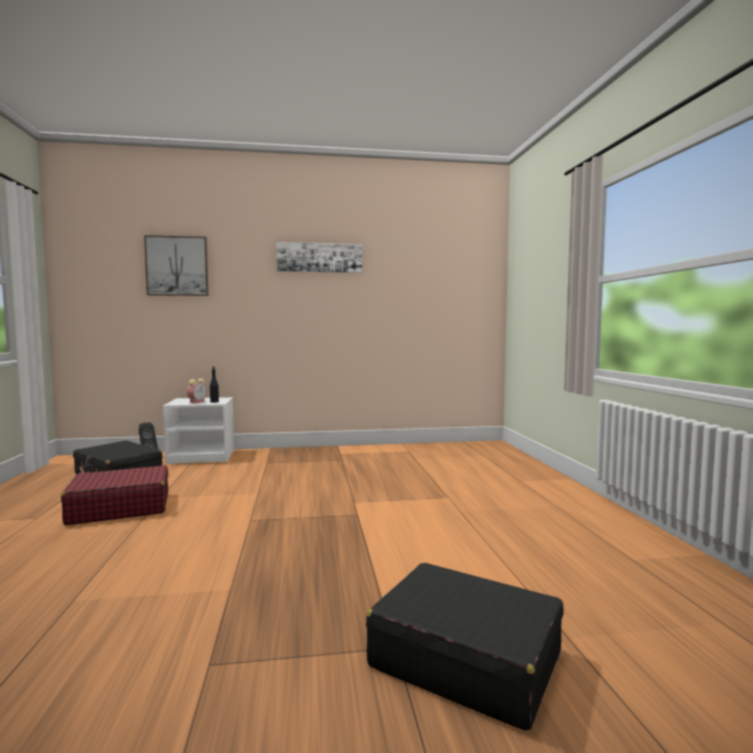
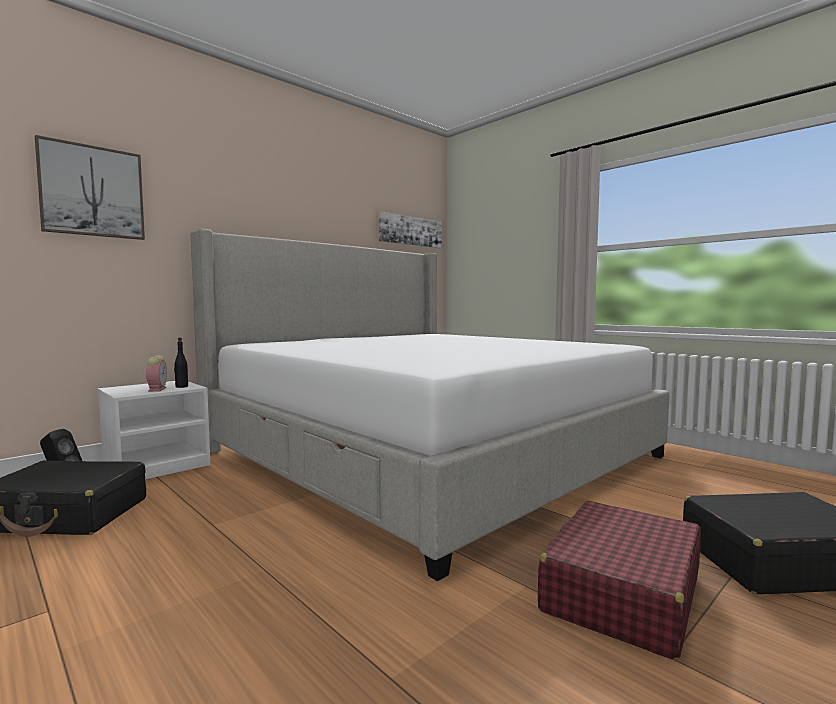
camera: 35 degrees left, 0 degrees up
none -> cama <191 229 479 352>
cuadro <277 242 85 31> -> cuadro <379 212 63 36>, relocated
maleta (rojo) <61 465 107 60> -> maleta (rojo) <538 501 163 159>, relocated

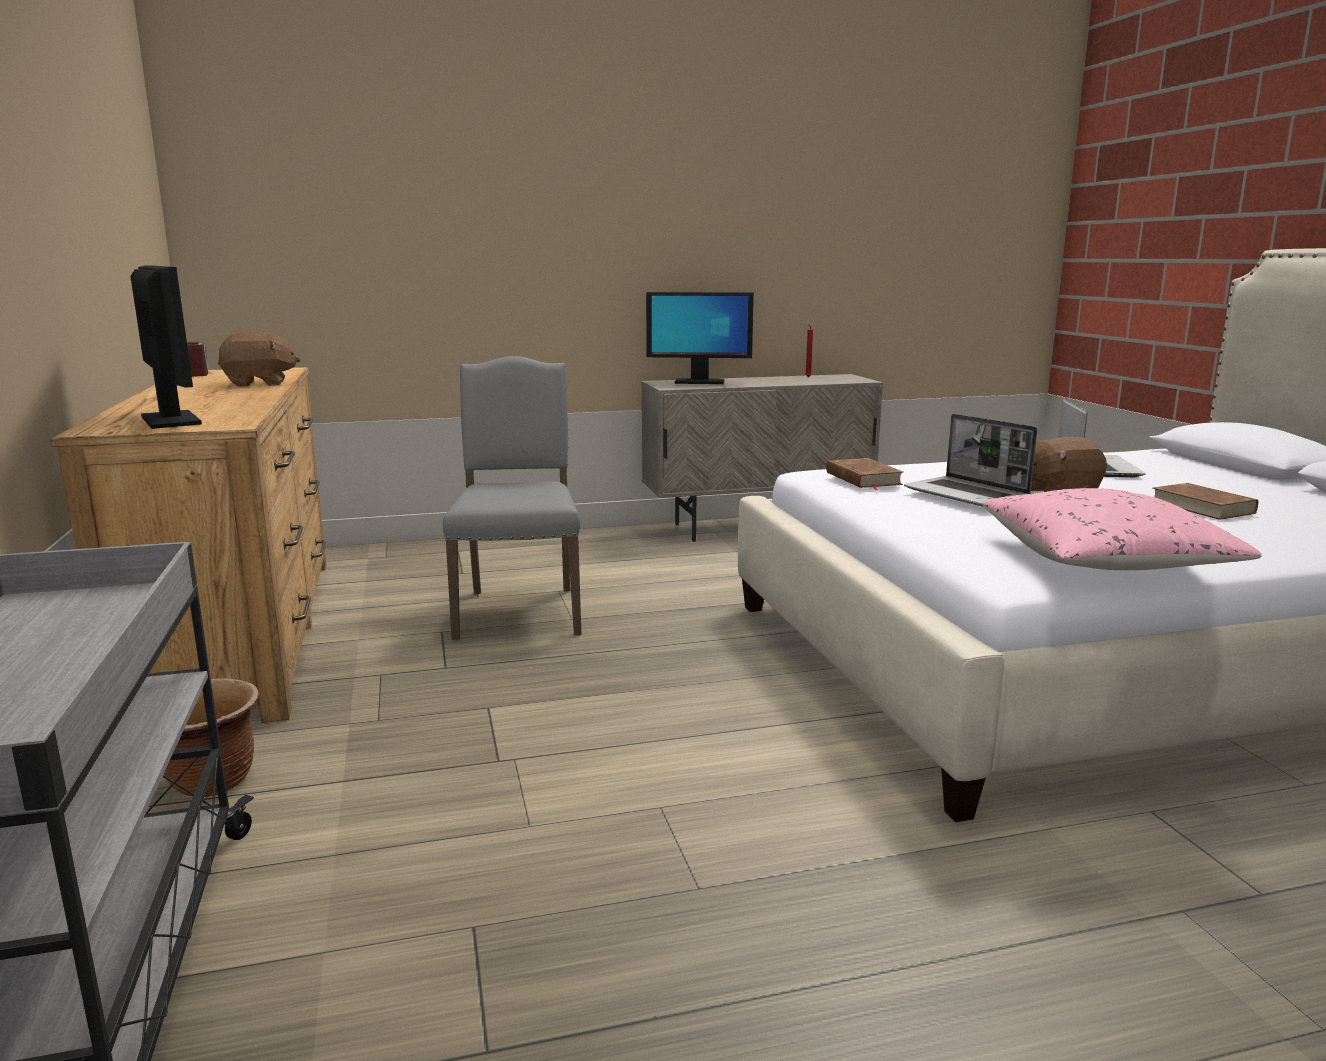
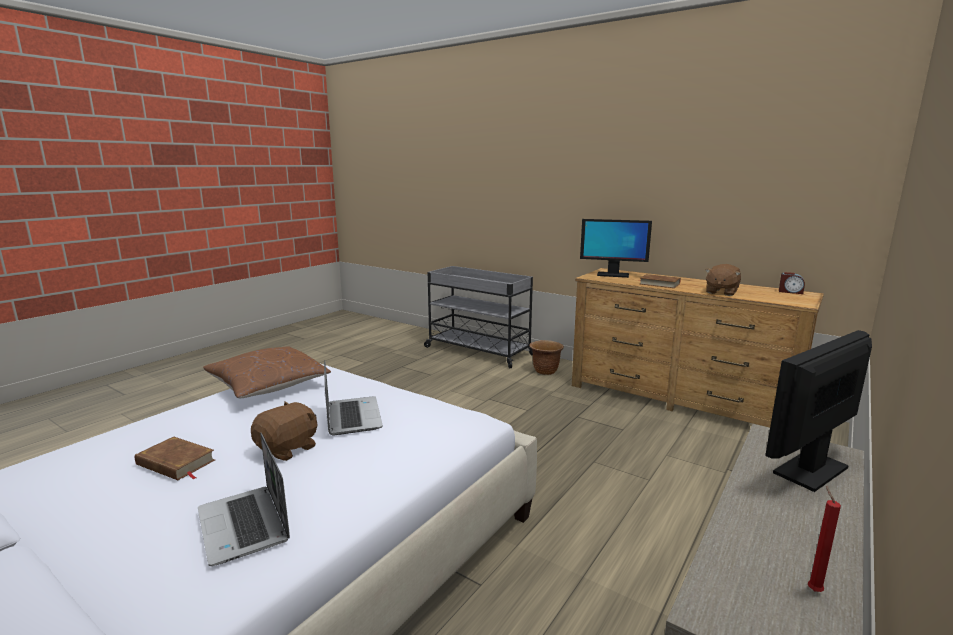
camera: 140 degrees right, 0 degrees up
cojín (rosa) <981 488 281 82> -> cojín (marrón) <203 346 128 52>
portátil <904 414 133 93> -> portátil <324 361 59 74>, 60 degrees clockwise
libro (marrón) <826 458 77 32> -> libro (marrón) <638 274 43 14>, relocated
silla (gris) <443 356 138 284> -> none

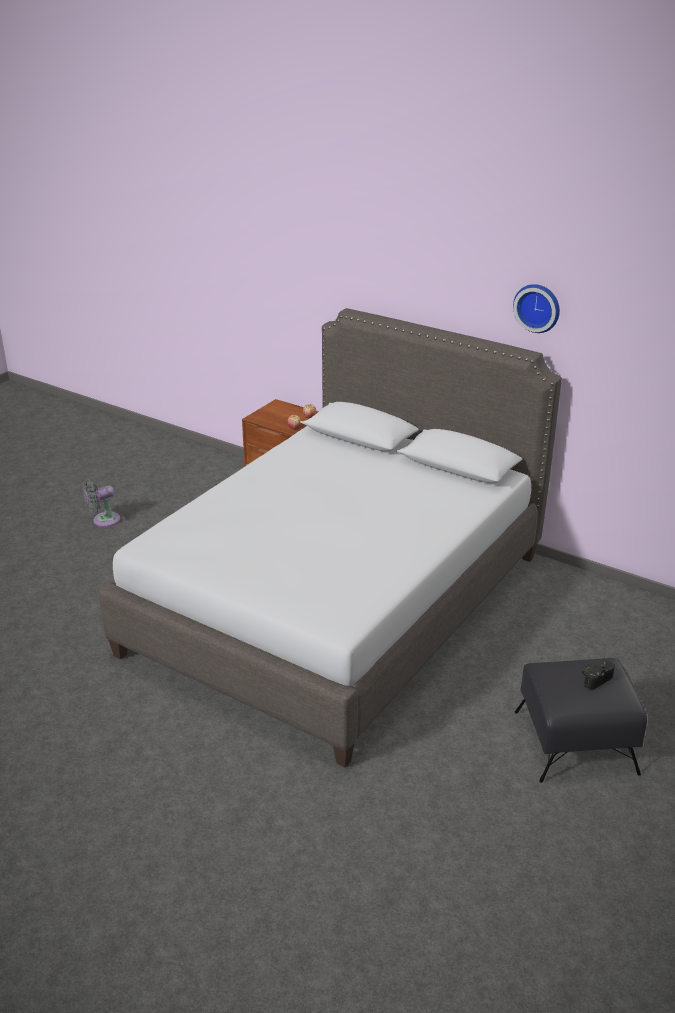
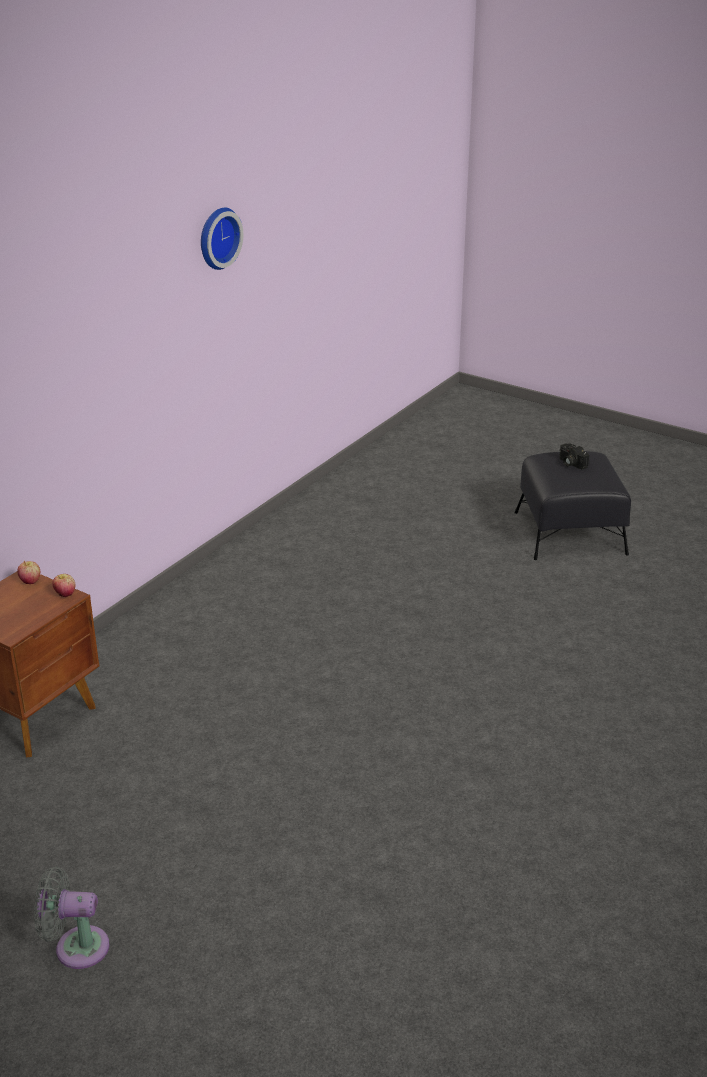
camera: 90 degrees left, 0 degrees up
ventilador (gris) <82 478 38 49> -> ventilador (gris) <34 867 75 102>, 120 degrees clockwise
cama (gris) <100 308 462 460> -> none

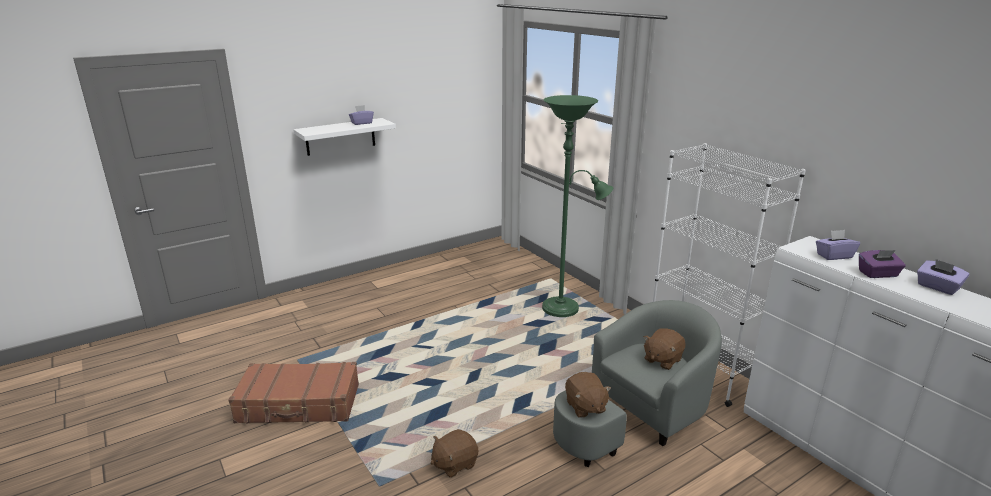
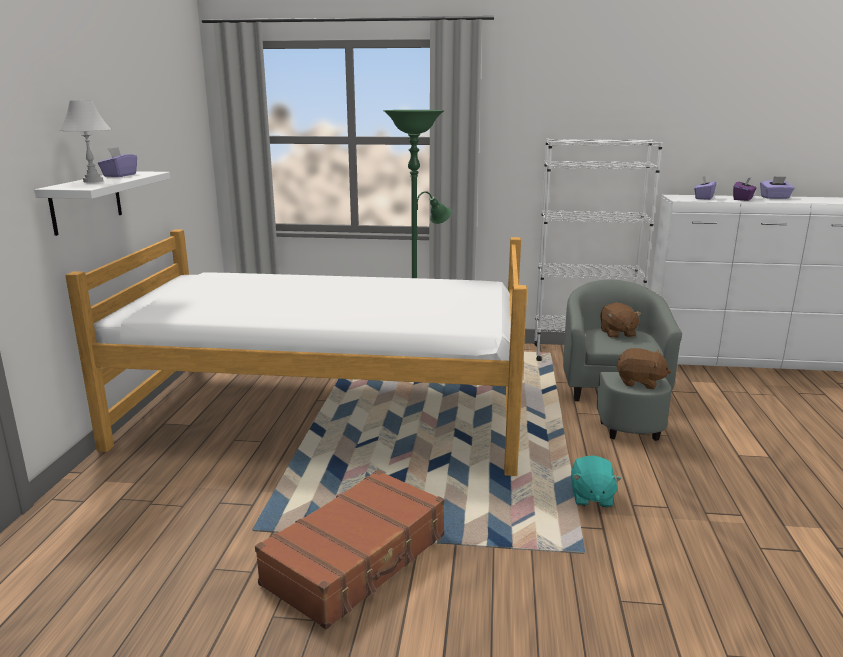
camera: 50 degrees left, 5 degrees down
none -> lámpara de mesa (blanco) <59 99 52 84>
none -> cama <65 229 462 247>
peluche (marrón) <431 429 47 49> -> peluche (turquesa) <571 455 50 53>

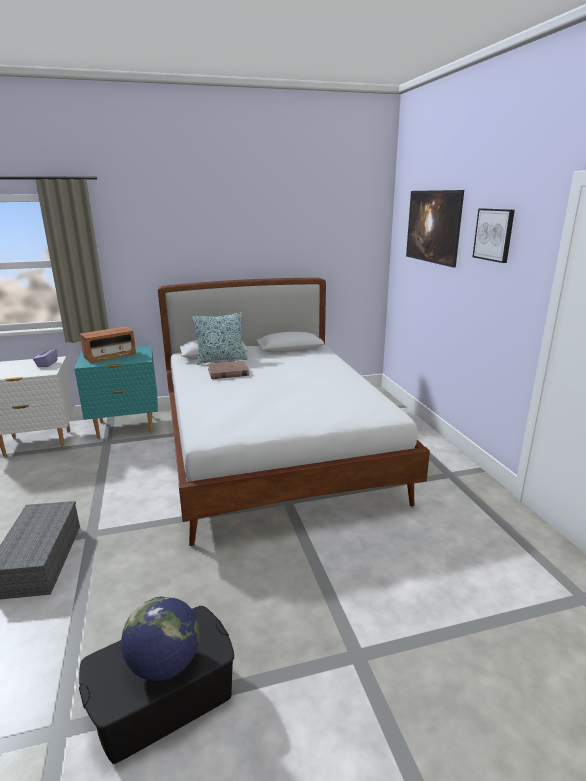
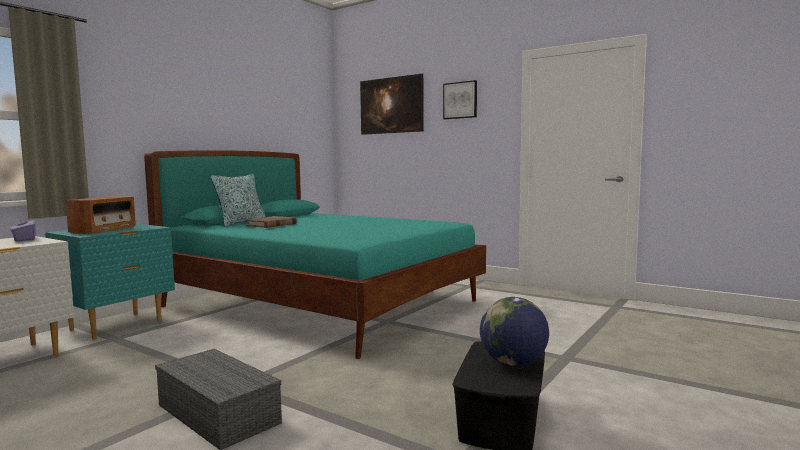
camera: 40 degrees left, 15 degrees down
cama (blanco) <158 278 272 268> -> cama (turquesa) <144 150 342 209>

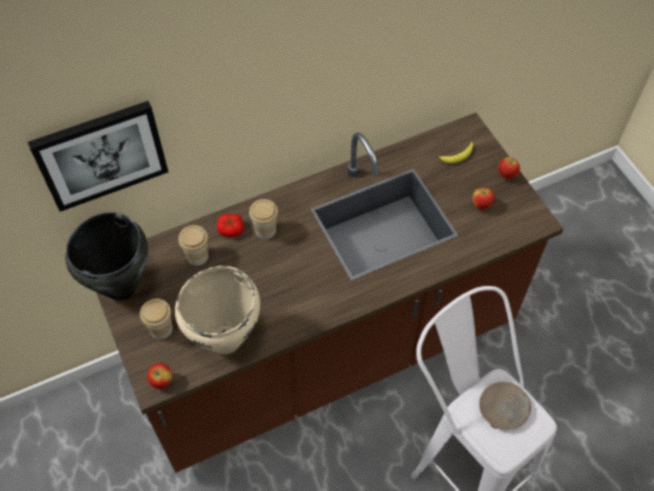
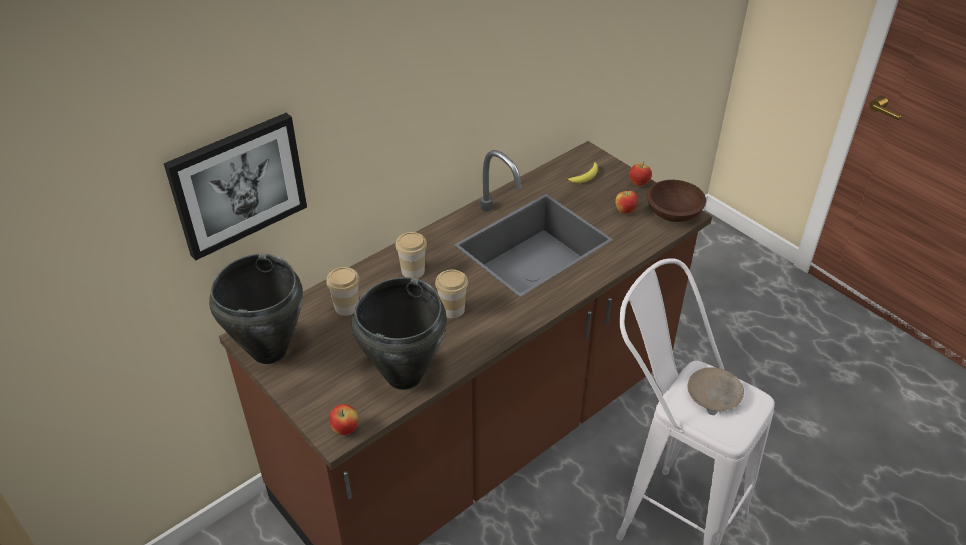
camera: 15 degrees left, 15 degrees down
olla (beis) <175 266 85 88> -> olla (negro) <352 277 95 113>
taza <140 299 33 41> -> taza <435 269 33 49>, relocated
none -> cuenco (marrón) <647 180 59 42>
tomate <217 214 27 23> -> none

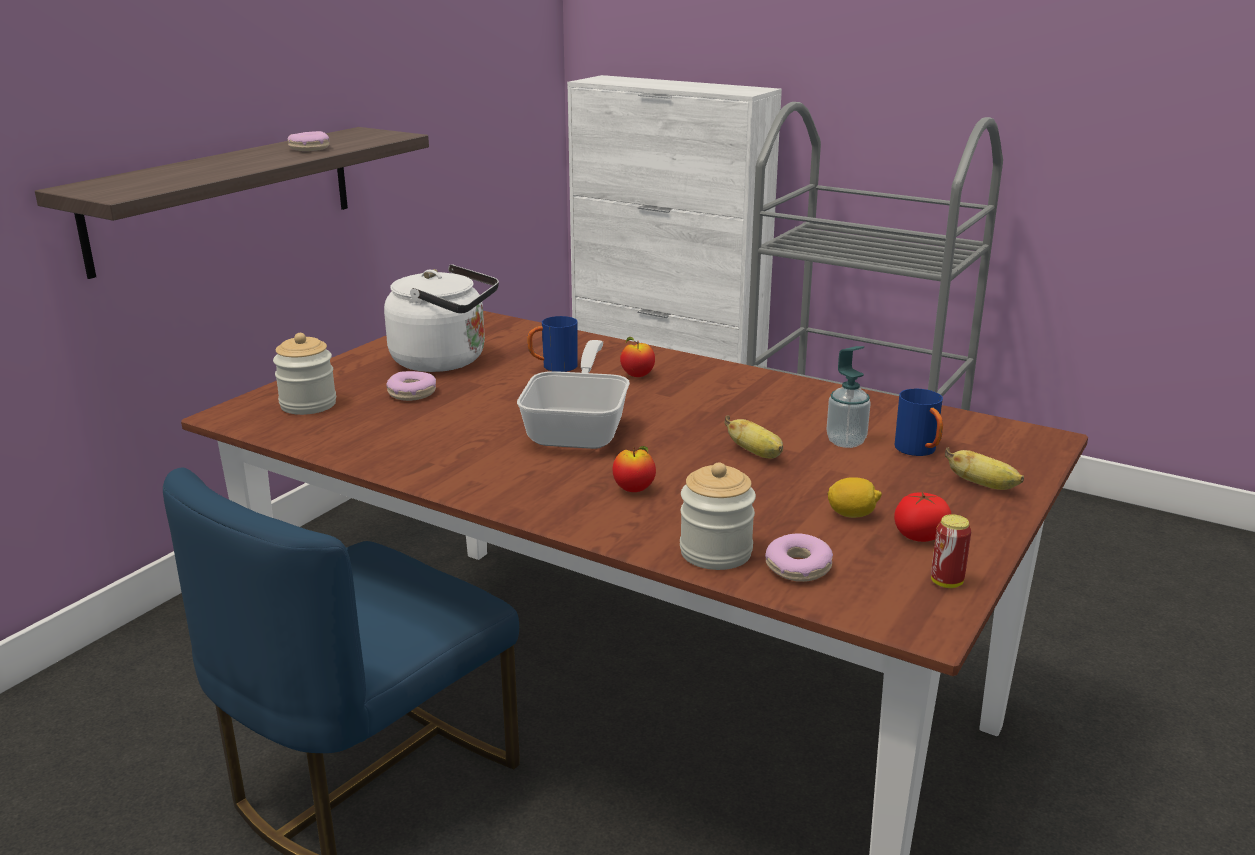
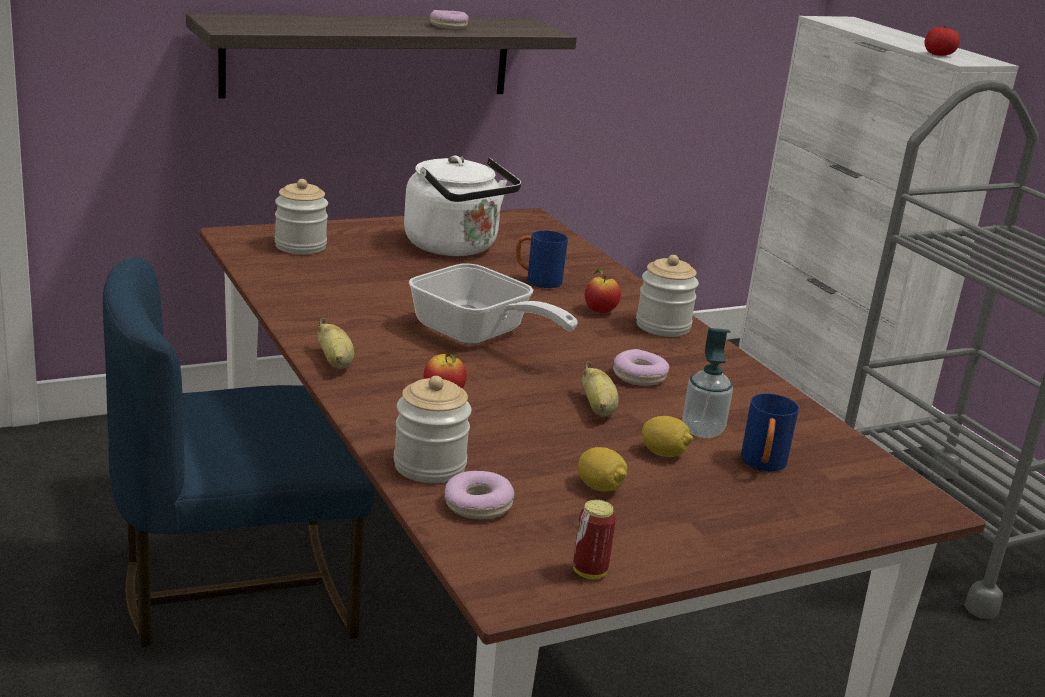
camera: 30 degrees right, 0 degrees up
plátano <945 447 79 43> -> plátano <317 318 37 51>, relocated
sartén <517 340 113 109> -> sartén <409 264 169 81>, 90 degrees clockwise
rosquilla <386 371 50 30> -> rosquilla <613 349 57 37>, relocated
none -> tarro <636 255 63 82>
none -> limón <642 416 51 41>
tomate <894 492 57 50> -> tomate <924 26 36 30>, relocated

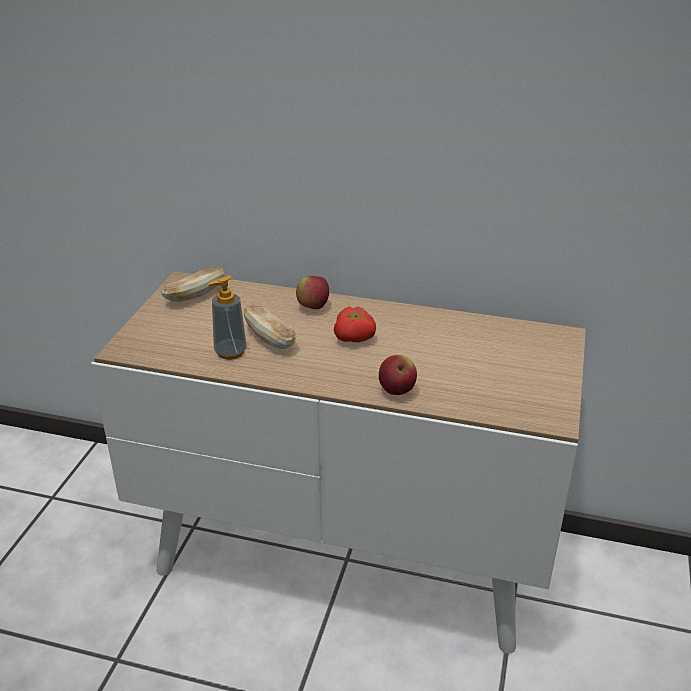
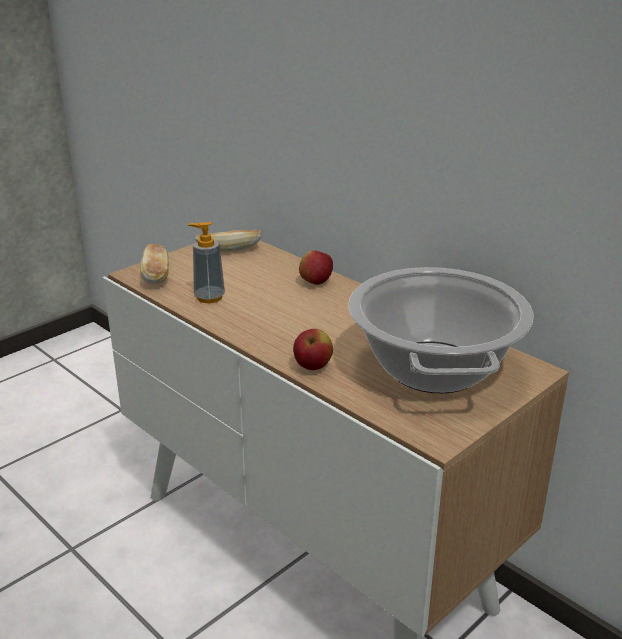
camera: 30 degrees right, 5 degrees down
pan <244 305 52 44> -> pan <140 244 29 40>, relocated
none -> olla <348 267 186 126>
tomate <334 307 42 35> -> none

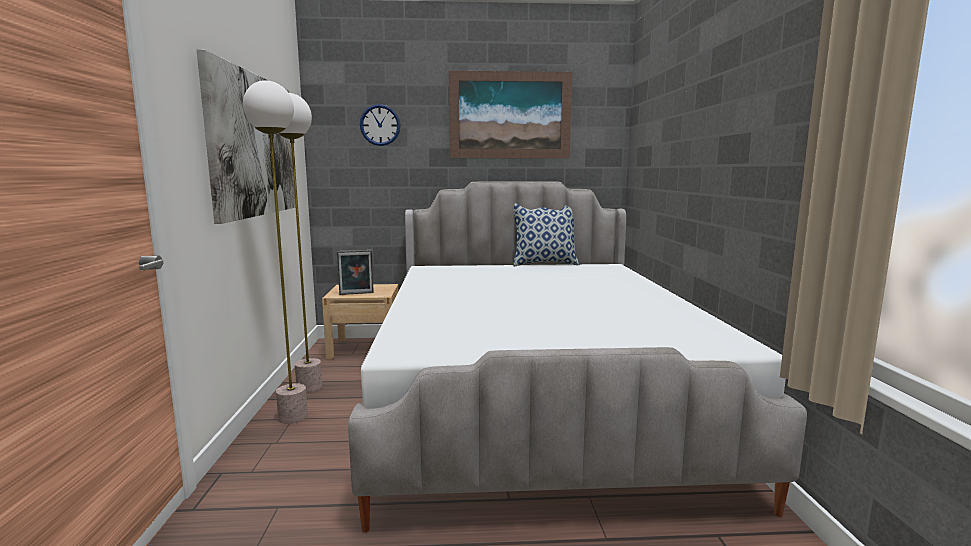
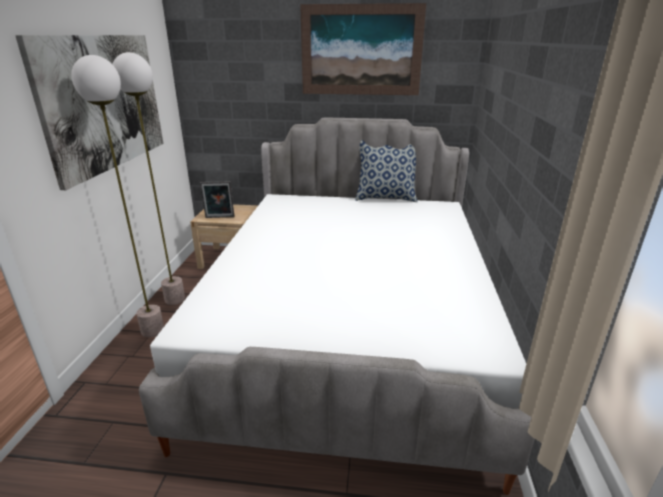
camera: 10 degrees right, 15 degrees up
reloj de pared <360 104 40 42> -> none

